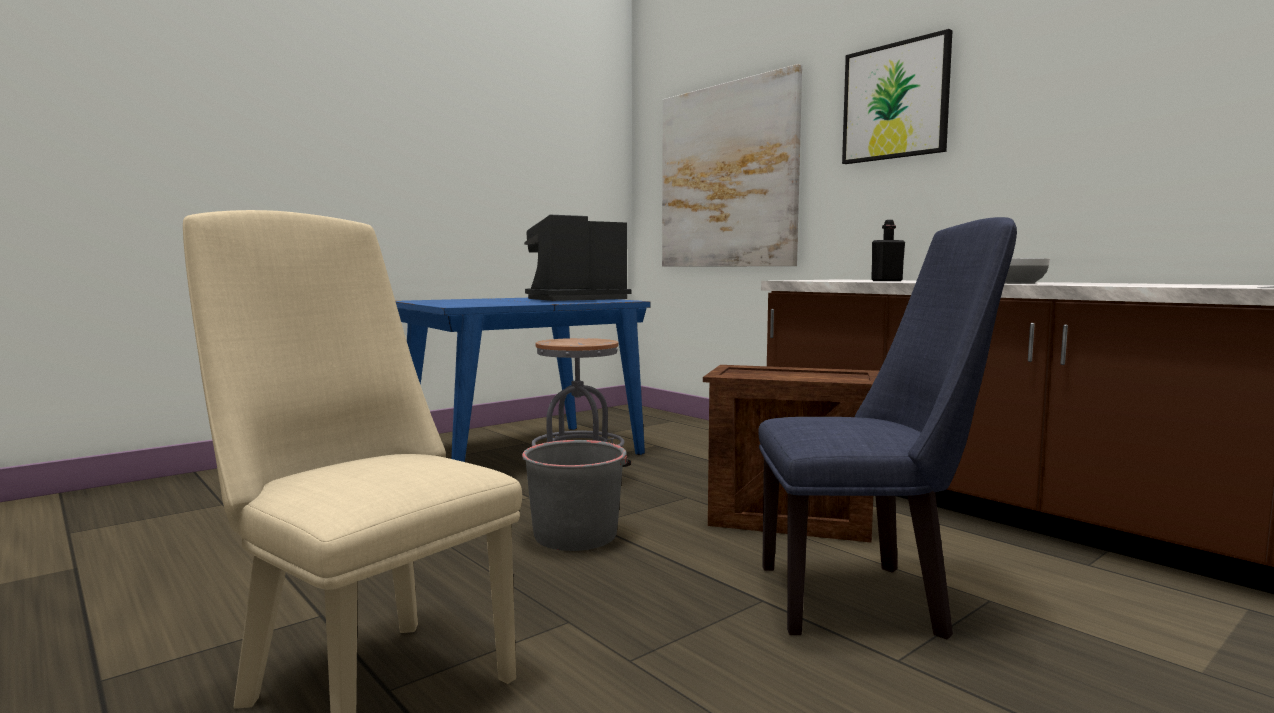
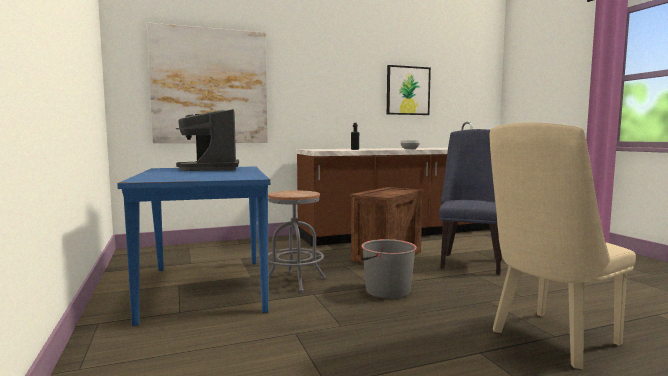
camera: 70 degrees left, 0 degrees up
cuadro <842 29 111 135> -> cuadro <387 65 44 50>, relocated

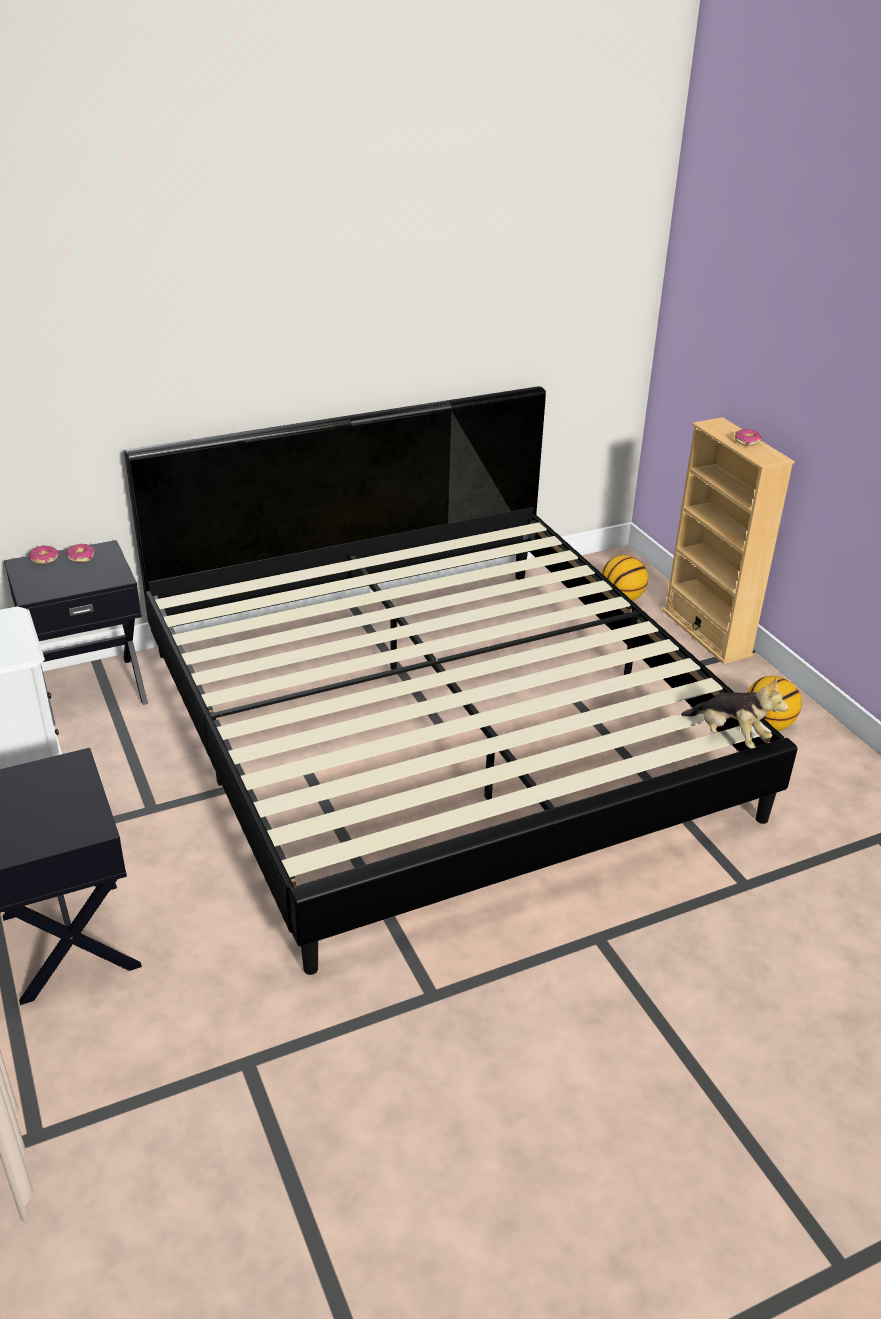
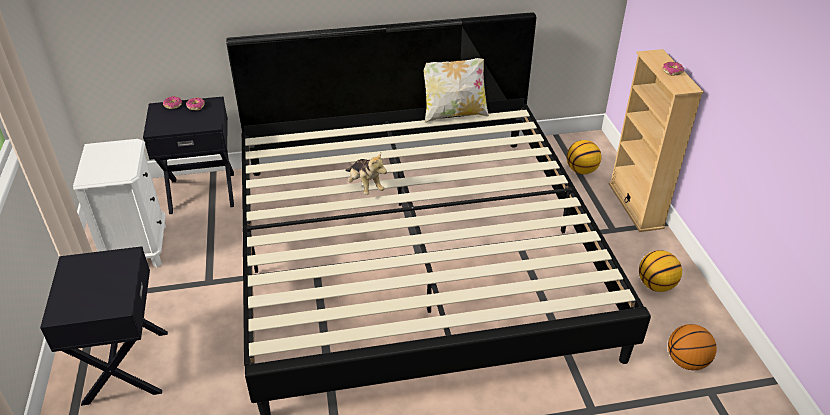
camera: 15 degrees right, 5 degrees up
peluche <681 678 107 70> -> peluche <345 153 42 42>, relocated
none -> cojín <423 58 66 65>
none -> balón de baloncesto <668 324 49 46>

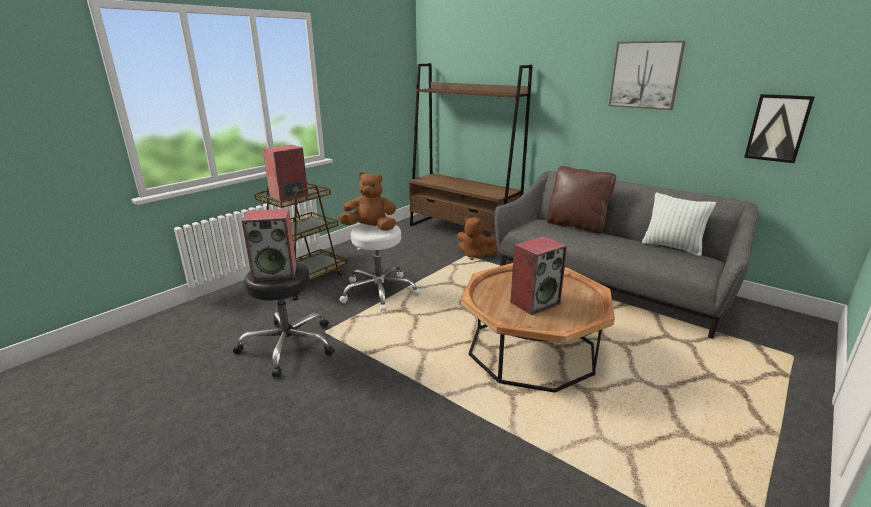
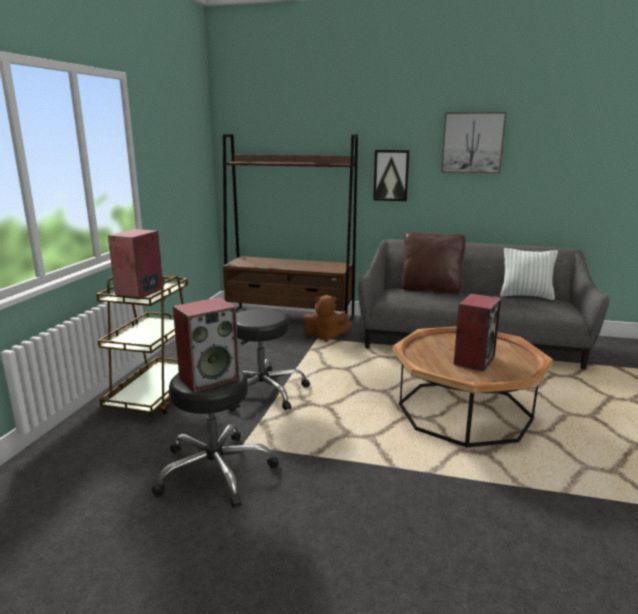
camera: 25 degrees left, 5 degrees down
taburete (blanco) <339 224 82 88> -> taburete (negro) <228 309 82 103>
cuadro <744 94 71 69> -> cuadro <373 150 37 51>, relocated
peluche (marrón) <339 172 57 59> -> none

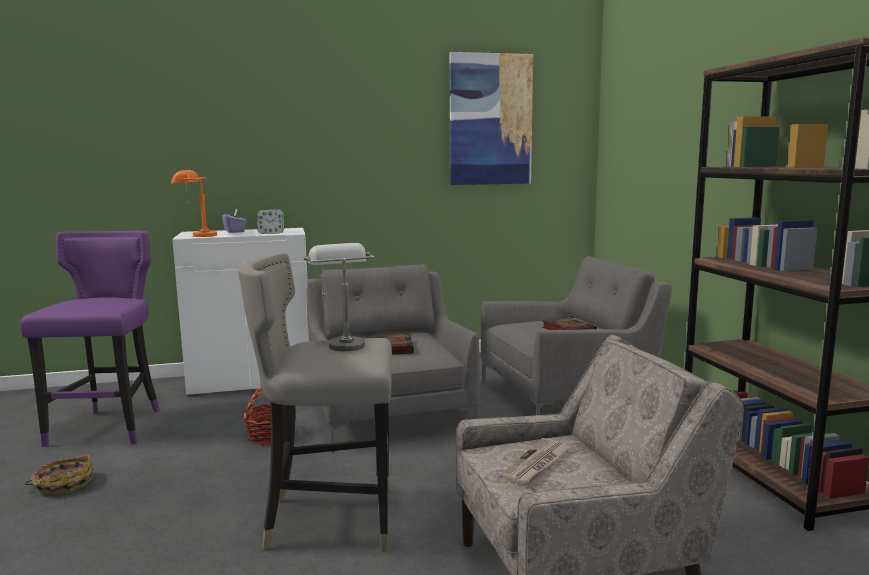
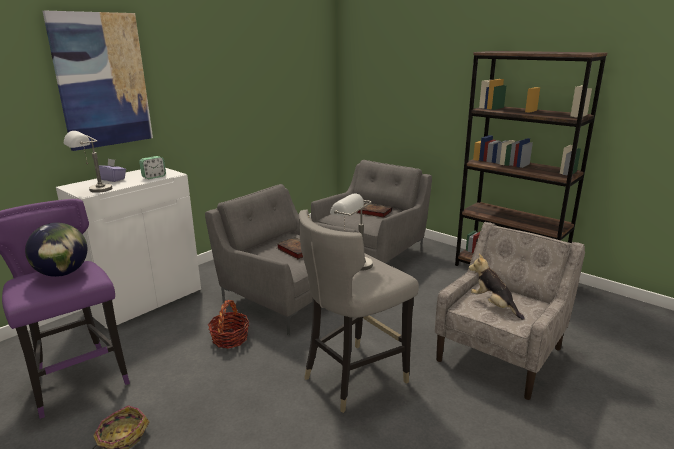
camera: 35 degrees left, 10 degrees up
none -> globo terráqueo <25 223 62 54>
cuadro <449 52 84 133> -> cuadro <43 10 110 141>, relocated
lámpara de mesa (naranja) <171 170 46 67> -> lámpara de mesa (gris) <64 131 48 62>
periódico <499 438 72 48> -> peluche <469 254 56 66>

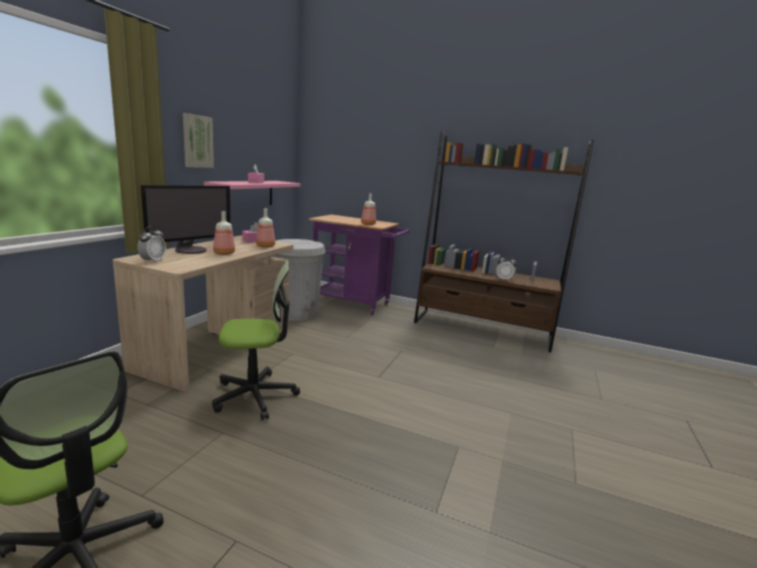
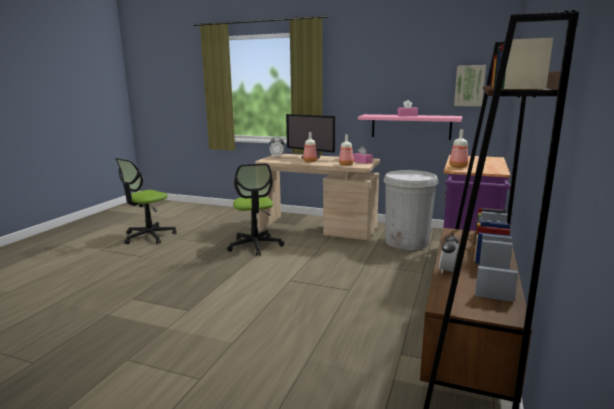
camera: 90 degrees right, 0 degrees up
cuadro <183 113 31 55> -> cuadro <454 65 32 41>, relocated

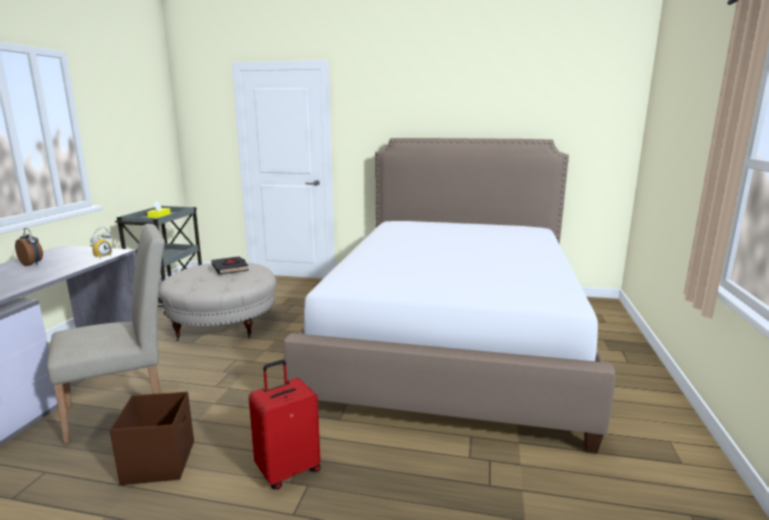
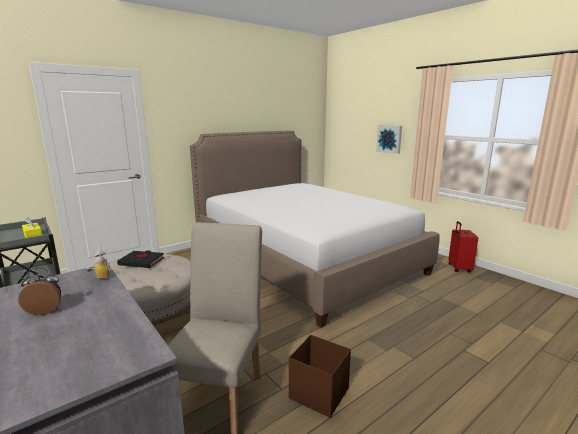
camera: 50 degrees left, 0 degrees up
none -> cuadro <376 125 26 29>
maleta (rojo) <249 360 72 129> -> maleta (rojo) <448 221 30 52>, relocated

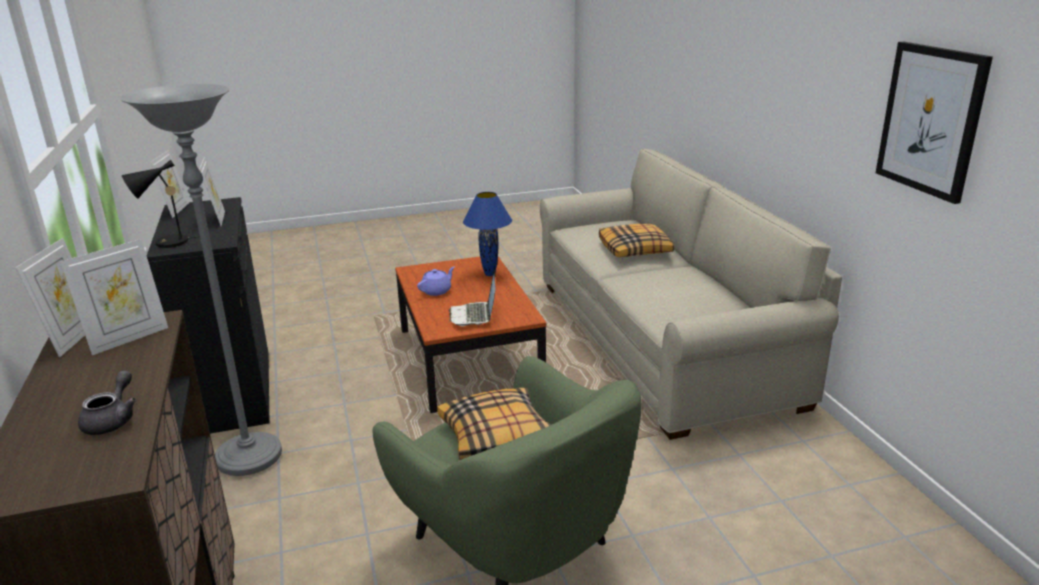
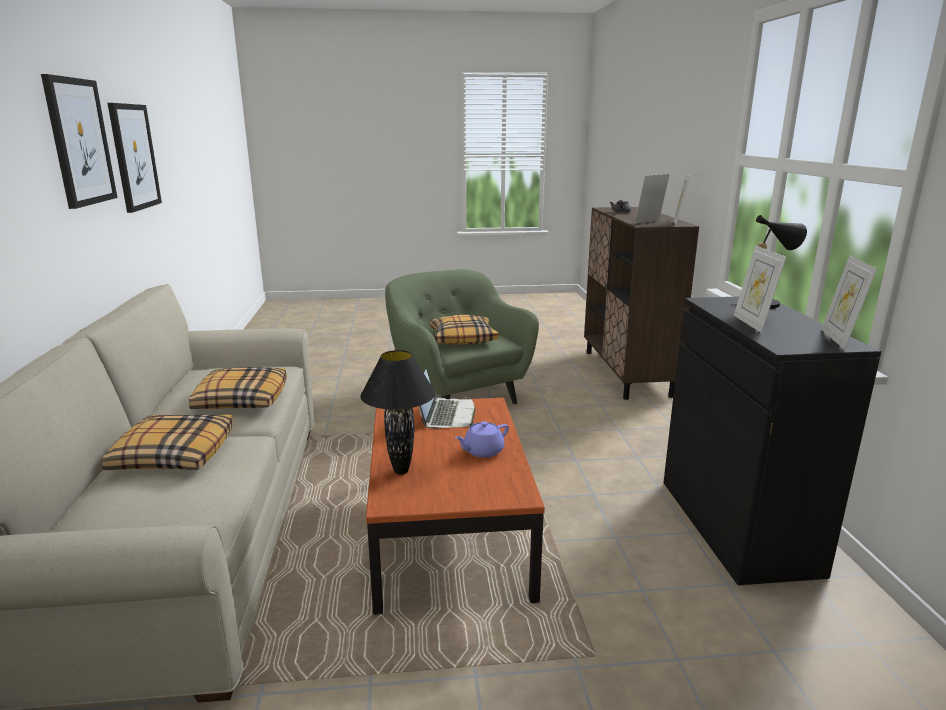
camera: 170 degrees left, 5 degrees down
none -> cuadro <41 74 76 135>
none -> cojín <189 367 98 42>
lámpara de mesa (azul) <463 192 49 84> -> lámpara de mesa (negro) <360 350 75 125>
lámpara de pie (gris) <120 84 162 392> -> none

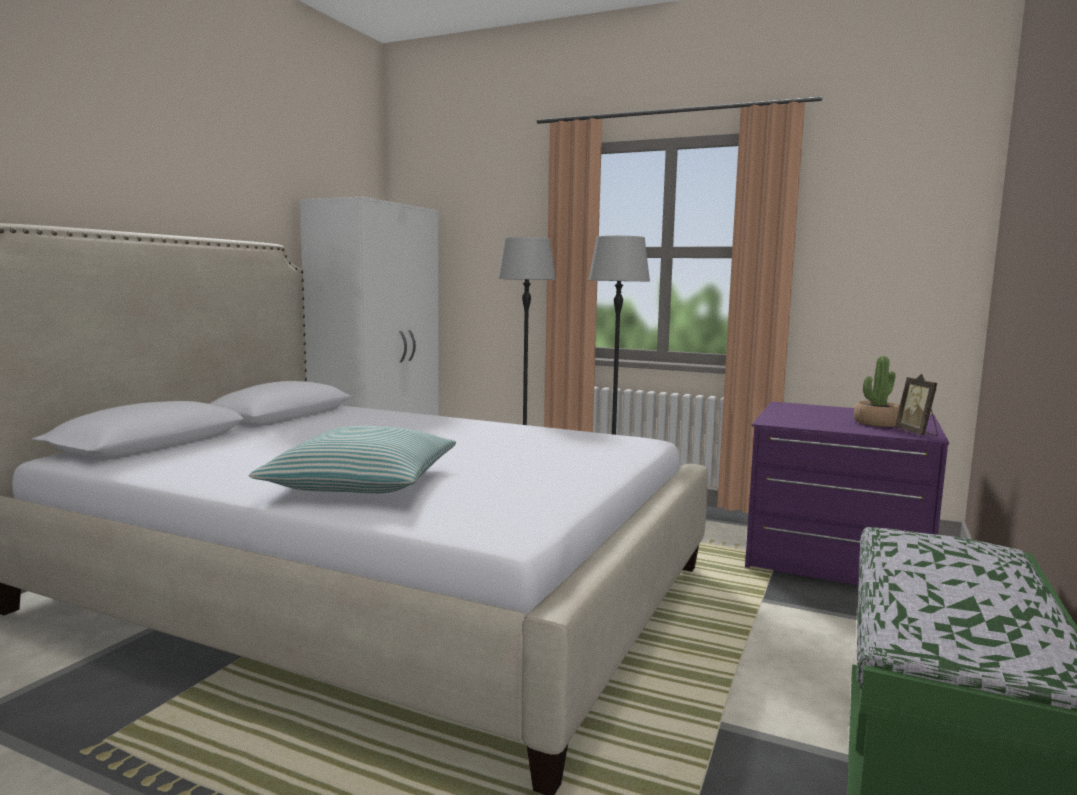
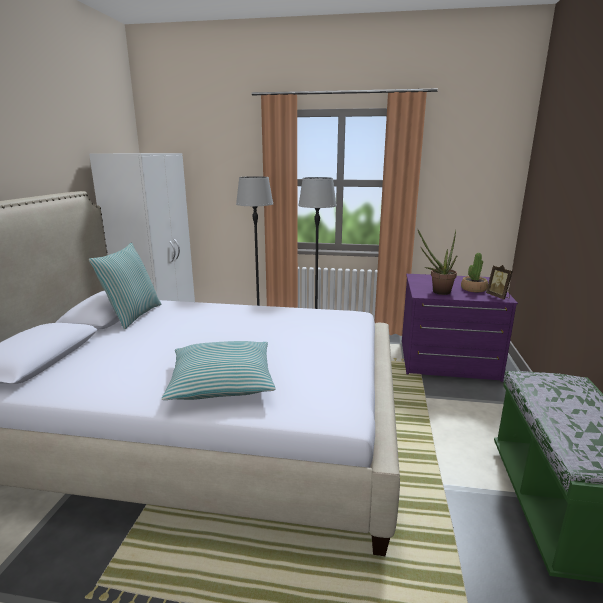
camera: 15 degrees left, 10 degrees up
none -> cojín <89 243 72 87>
none -> planta en maceta <418 230 39 65>

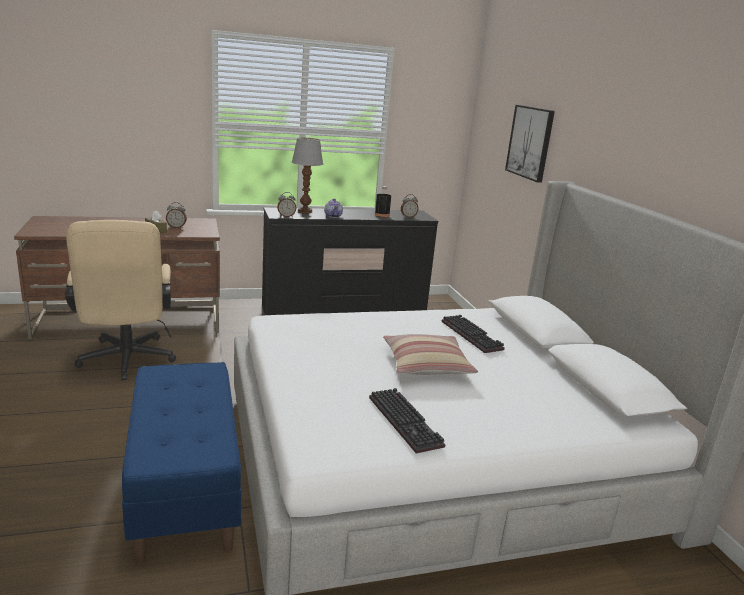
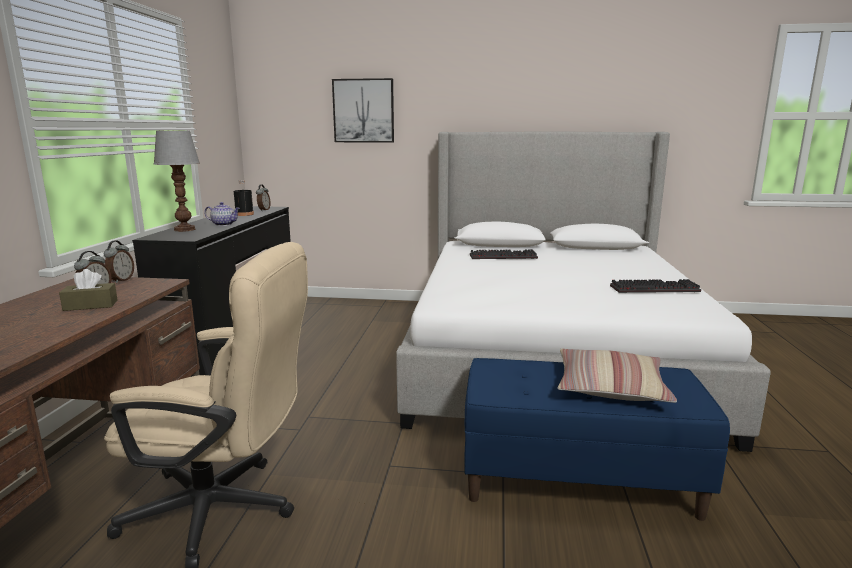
camera: 65 degrees left, 5 degrees down
despertador <277 192 19 25> -> despertador <104 240 30 43>, relocated
cojín <383 334 95 41> -> cojín <557 349 120 54>, relocated

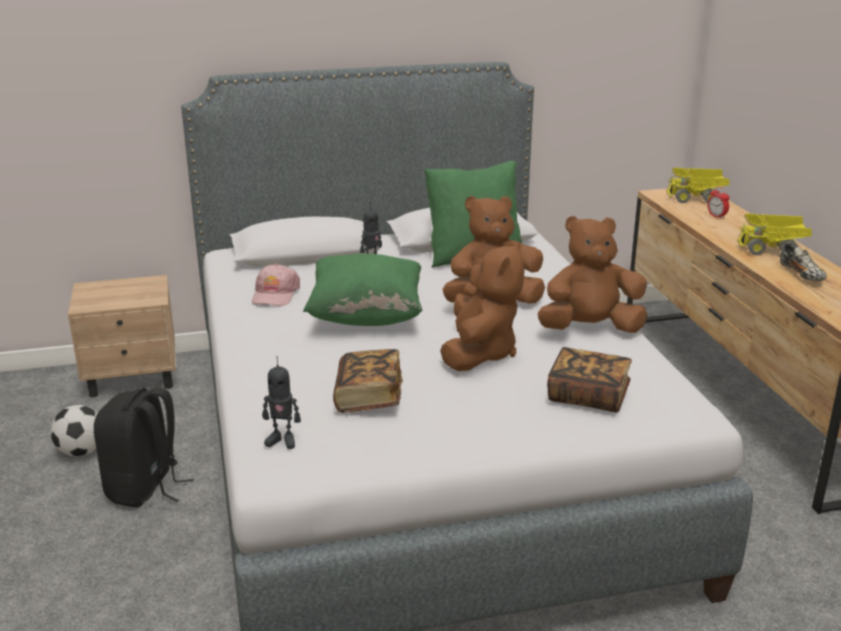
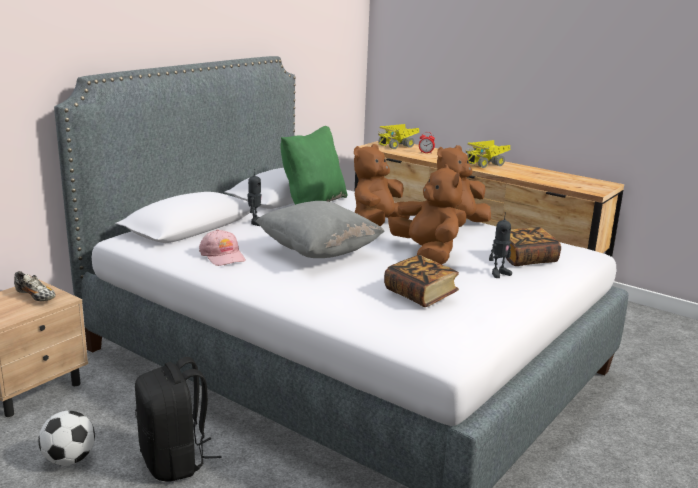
camera: 40 degrees left, 5 degrees down
zapato <780 243 47 38> -> zapato <14 271 42 30>, relocated
cojín (verde) <303 254 120 72> -> cojín (gris) <256 201 129 57>
robot de juguete <262 356 39 93> -> robot de juguete <489 212 23 66>, relocated

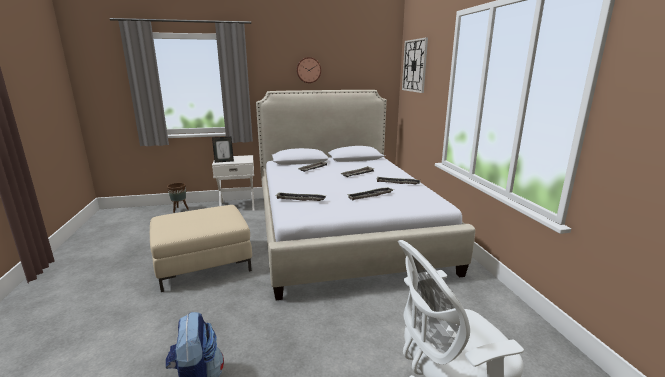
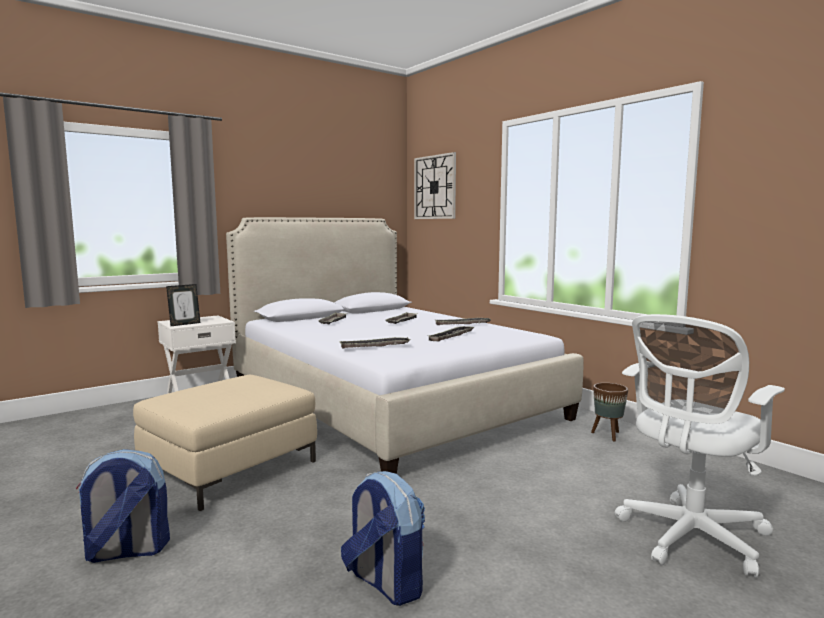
camera: 25 degrees left, 10 degrees down
none -> mochila <76 449 94 114>
maceta (marrón) <167 183 22 30> -> maceta (marrón) <591 383 37 58>, relocated
reloj de pared <296 57 25 26> -> none

